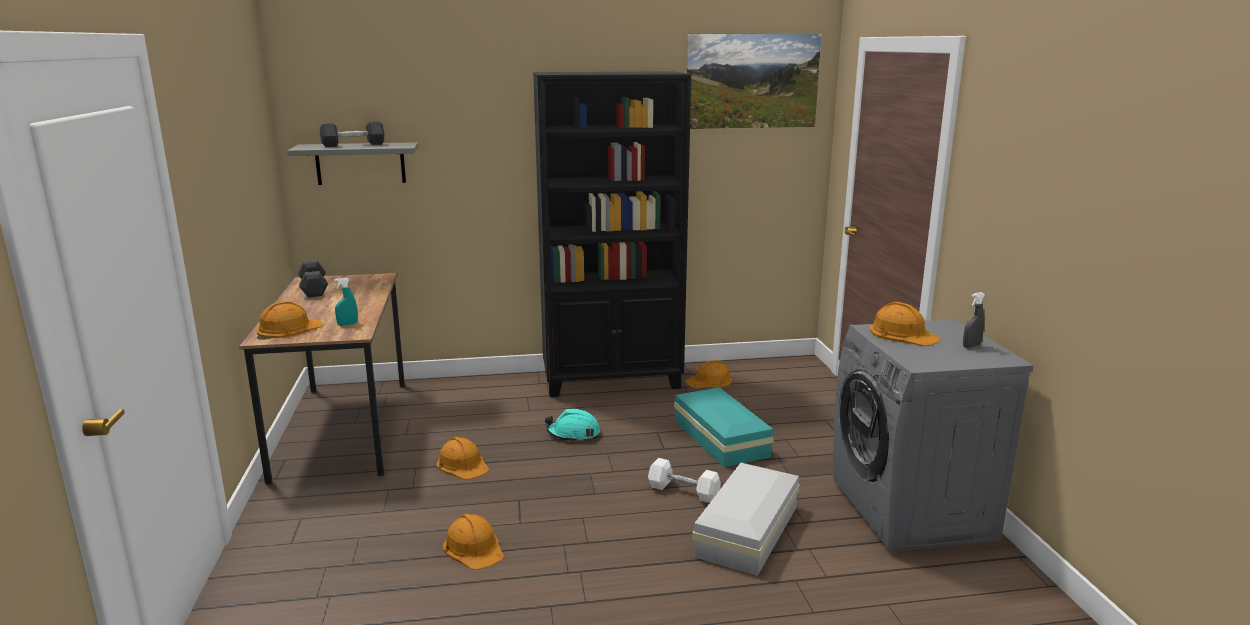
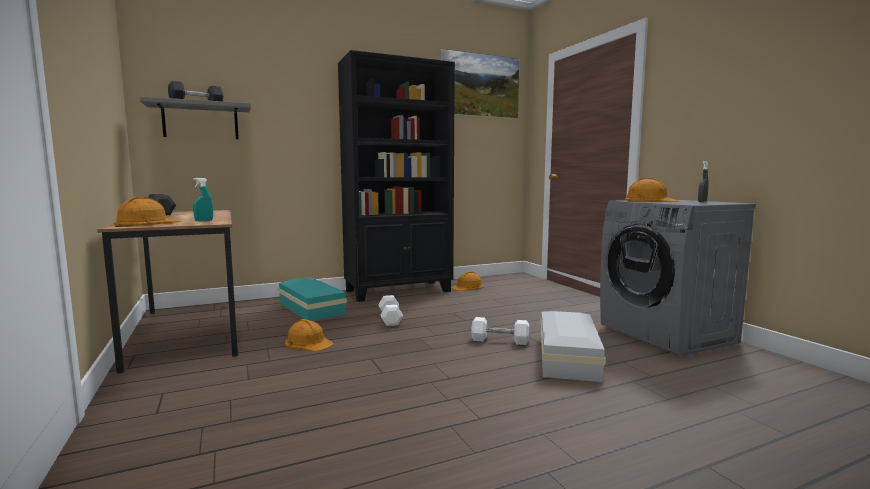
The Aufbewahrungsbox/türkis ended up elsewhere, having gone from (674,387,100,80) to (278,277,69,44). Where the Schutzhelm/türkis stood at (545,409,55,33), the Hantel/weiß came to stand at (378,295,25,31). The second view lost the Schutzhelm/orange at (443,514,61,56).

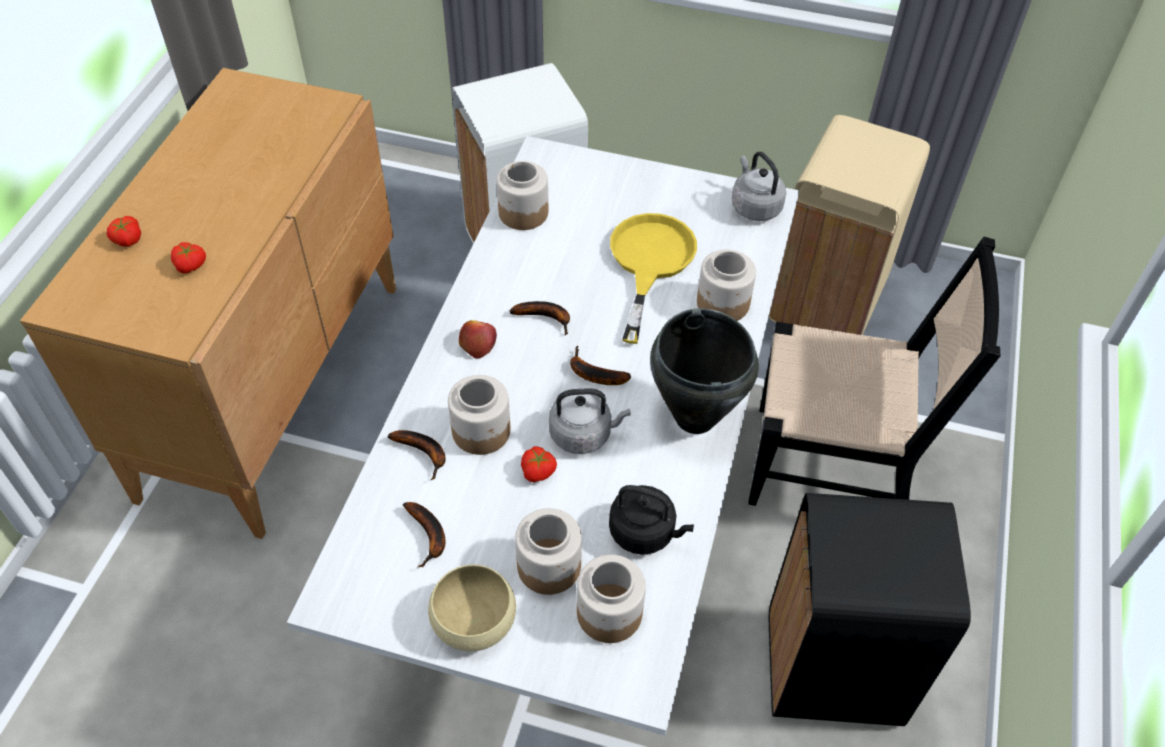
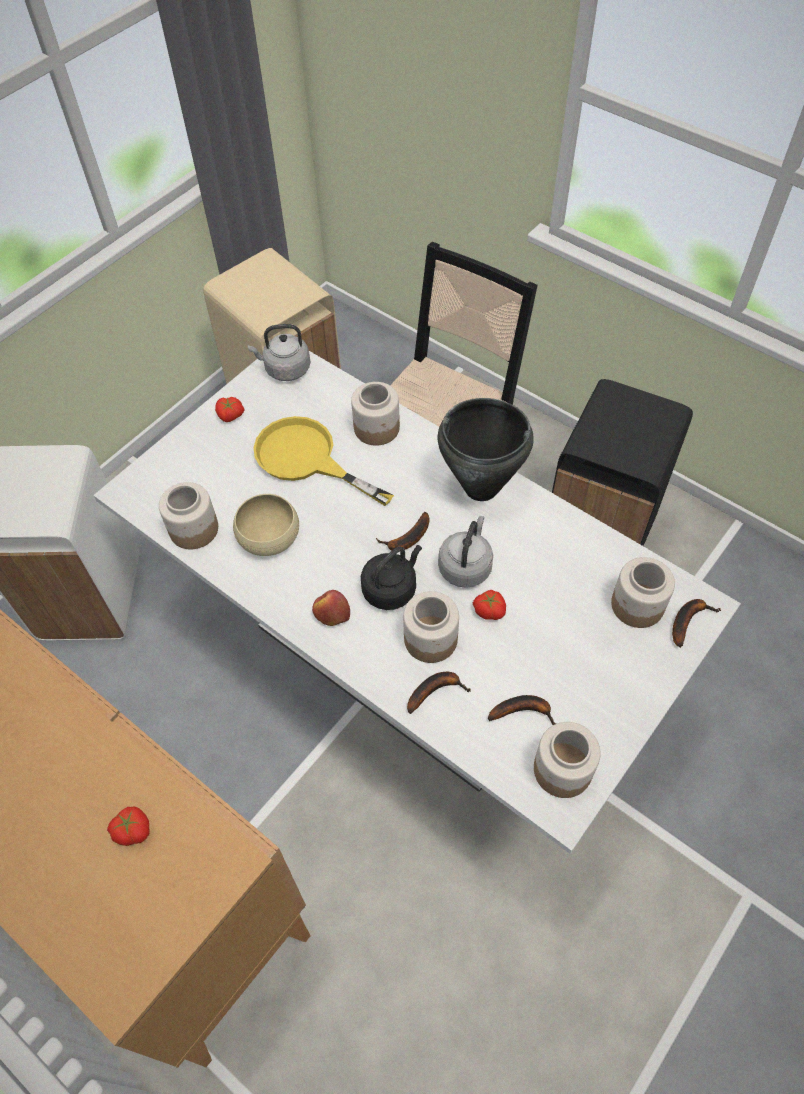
The Tomate ended up elsewhere, having gone from (107,216,34,31) to (215,397,29,25). The Schüssel/beige ended up elsewhere, having gone from (428,564,88,87) to (233,494,66,62). The Wasserkessel/schwarz ended up elsewhere, having gone from (609,485,85,70) to (361,545,61,65). The Vorratsglas ended up elsewhere, having gone from (515,508,67,87) to (534,722,67,76). The Banane ended up elsewhere, having gone from (510,301,60,34) to (672,599,49,49).

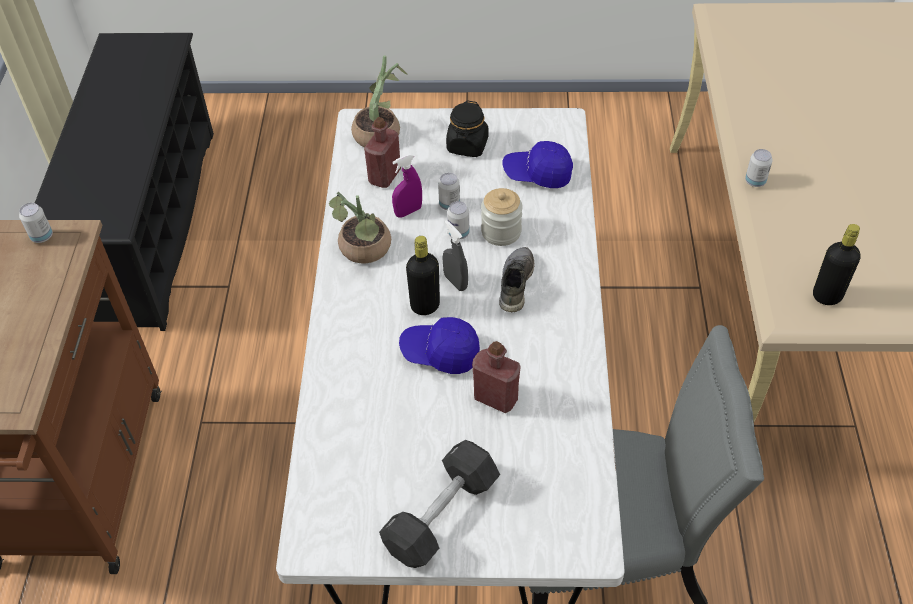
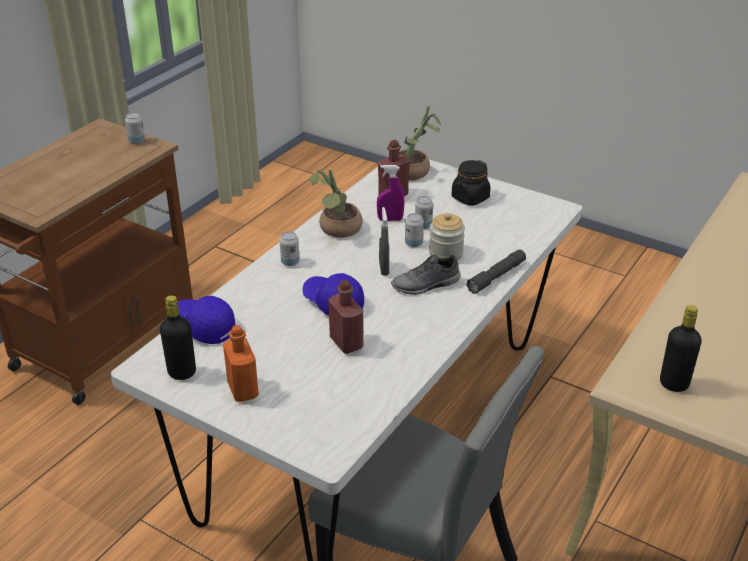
The Flasche/schwarz ended up elsewhere, having gone from (406,236,34,79) to (160,295,36,85). The Kappe/blau ended up elsewhere, having gone from (502,141,71,47) to (178,296,58,48). Where the Hantel/schwarz stood at (379,440,121,128), the Flasche/orange came to stand at (223,325,36,77). The Dose ended up elsewhere, having gone from (745,149,28,38) to (280,231,20,35). The Schuh/grau at (499,247,35,65) ended up facing another way, 150 degrees counterclockwise from before. The second view gained the Taschenlampe/grau at (466,250,60,44). The second view lost the Schuhregal/schwarz at (35,33,179,298).

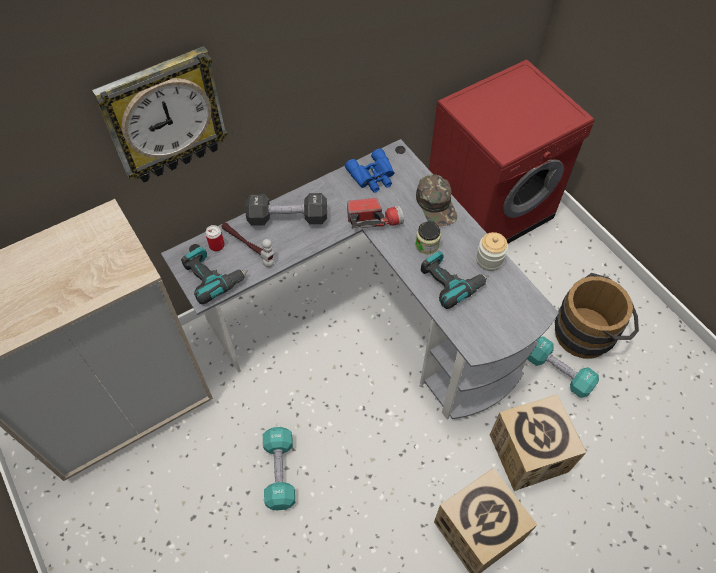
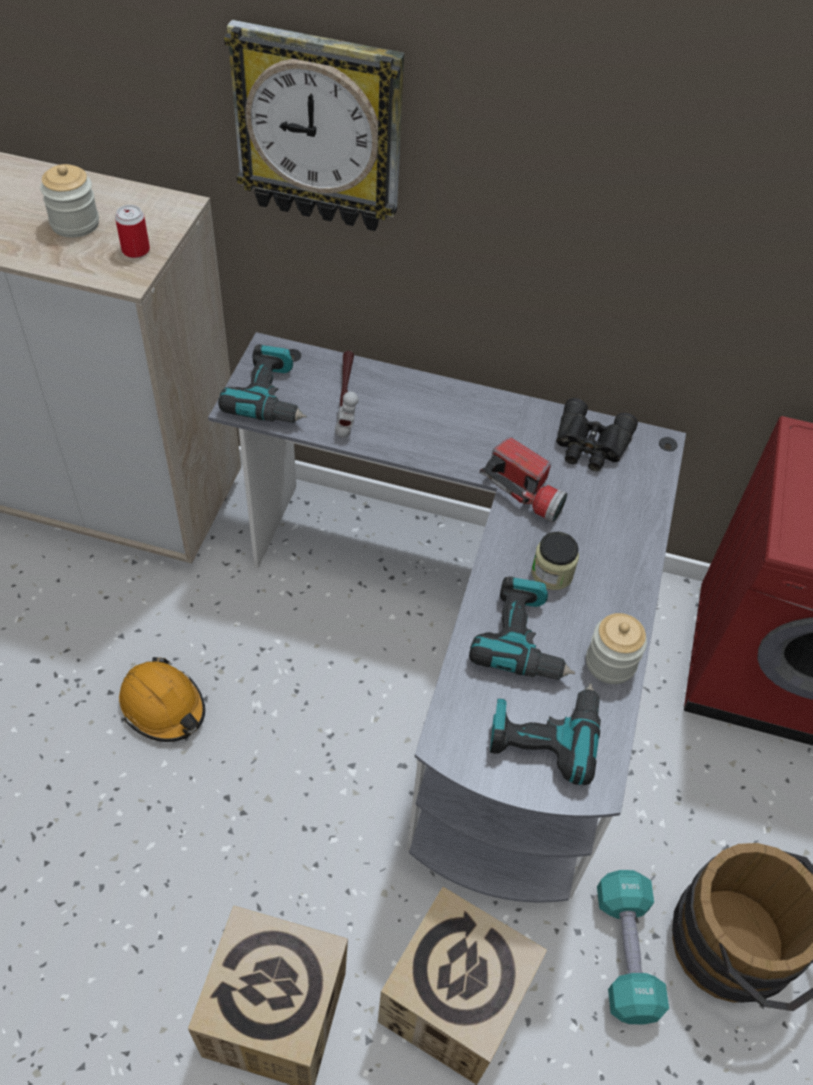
The second view gained the Vorratsglas at (40,164,59,74). The Dose ended up elsewhere, having gone from (205,225,20,26) to (115,205,35,53). Where the Hantel/türkis stood at (263,427,32,83), the Schutzhelm/orange came to stand at (119,657,86,85). The second view gained the Bohrmaschine at (490,683,111,102). What was the Fernglas/blau at (345,148,50,45) turned into the Fernglas/schwarz at (556,398,82,74). The second view lost the Hantel/schwarz at (245,193,82,33). The second view lost the Kappe/grün at (416,174,41,53).

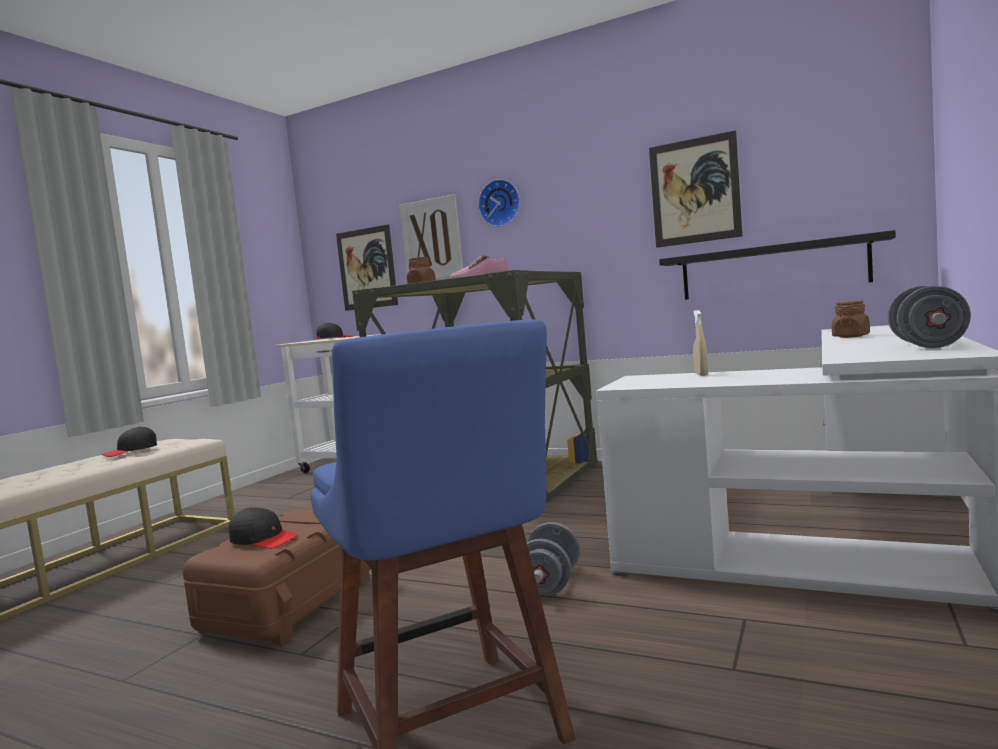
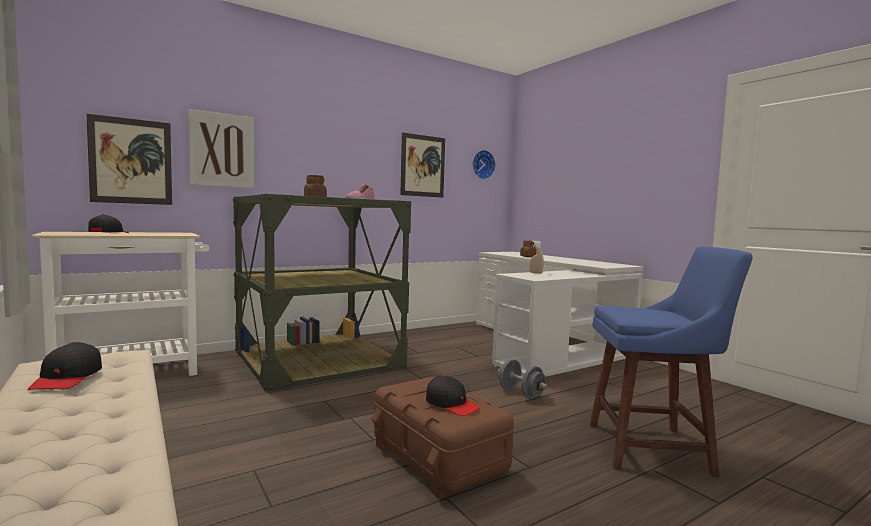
The Kappe/schwarz at (229,507,69,41) ended up facing another way, 75 degrees clockwise from before. The Wanduhr ended up elsewhere, having gone from (478,179,42,48) to (473,150,22,29). The second view lost the Wandregal/schwarz at (659,230,237,70). The second view lost the Hantel/grau at (887,286,84,62).

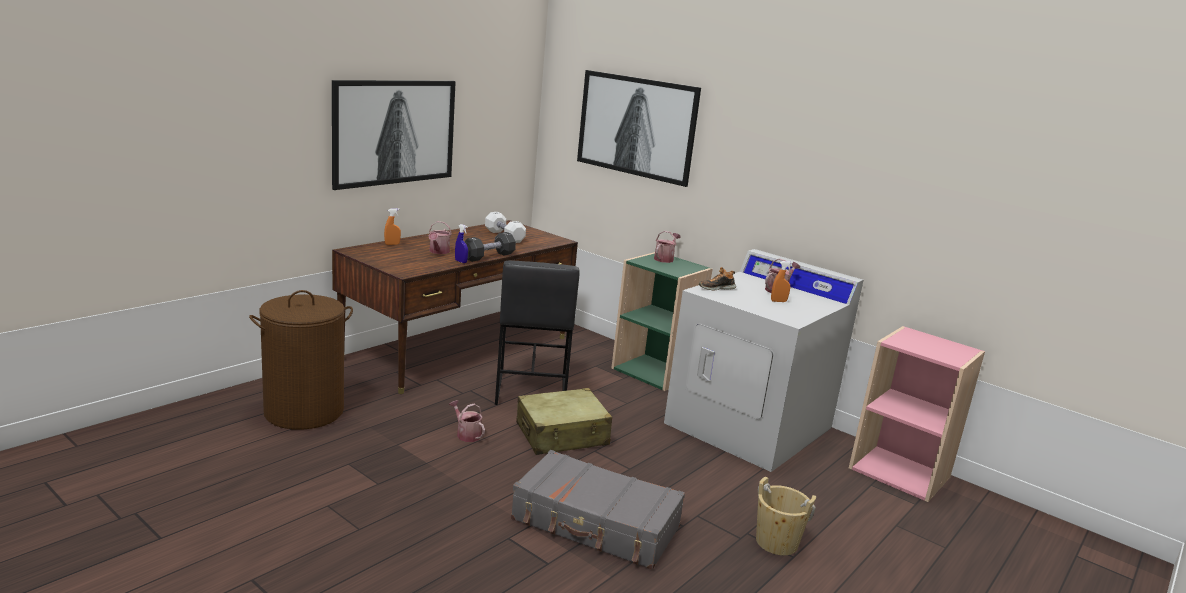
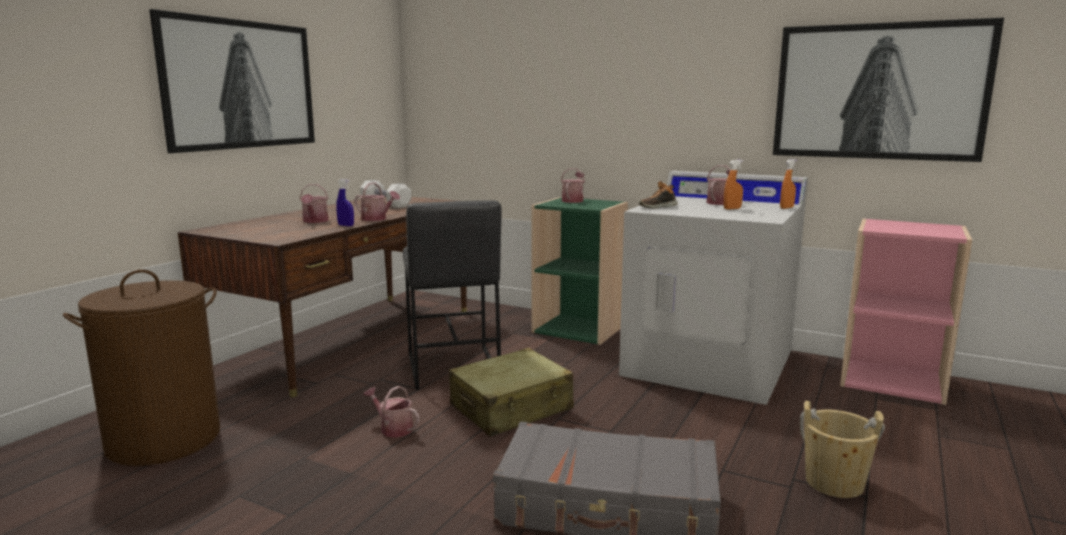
Where the Hantel/schwarz stood at (464,232,52,30), the Gießkanne came to stand at (354,183,46,38). The Bild ended up elsewhere, having gone from (577,70,124,117) to (773,18,231,144). The Sprühflasche/orange ended up elsewhere, having gone from (384,208,17,37) to (780,159,16,50).

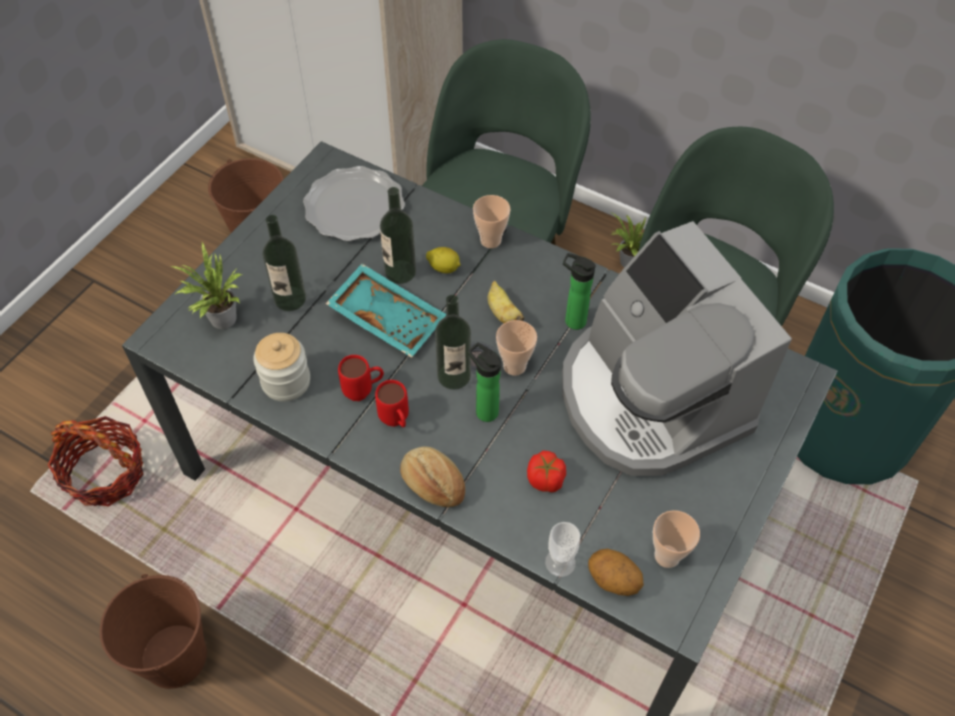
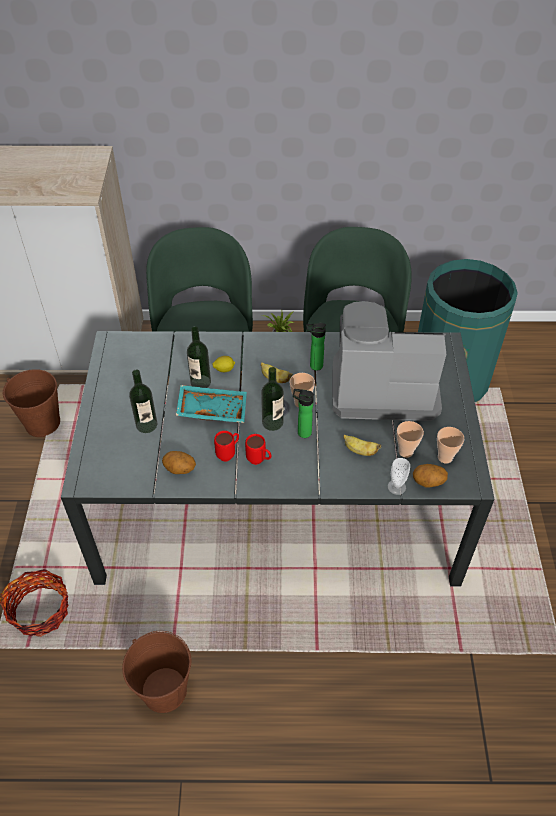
Where the Vorratsglas stood at (253,333,57,69), the Kartoffel came to stand at (162,451,34,23). The Kaffeemaschine at (562,221,230,255) ended up facing another way, 150 degrees clockwise from before. Where the Tomate stood at (527,451,39,41), the Banane came to stand at (343,434,38,22). The Tasse ended up elsewhere, having gone from (473,195,37,53) to (397,421,27,37). The second view lost the Topfpflanze at (171,242,71,87). The second view lost the Teller at (303,166,102,75). The second view lost the Brot at (400,447,65,60).

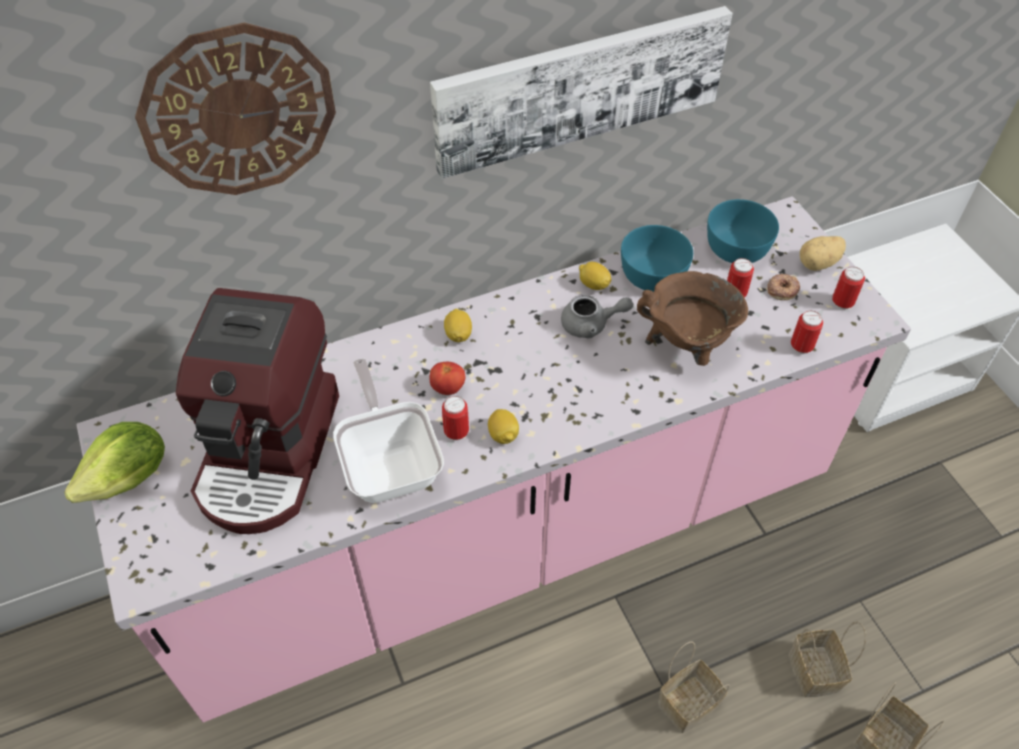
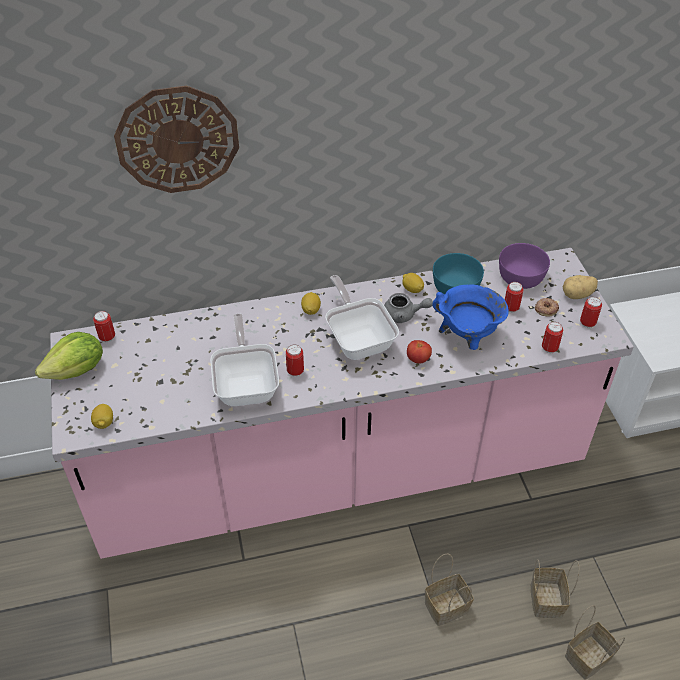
The Zitrone ended up elsewhere, having gone from (488,409,31,35) to (91,404,22,25). The second view gained the Dose at (93,311,22,31). The second view gained the Pfanne at (325,275,74,85). The Tomate ended up elsewhere, having gone from (430,362,35,33) to (407,340,25,23). What was the Kochtopf/braun at (637,271,111,95) turned into the Kochtopf/blau at (432,284,77,66). What was the Schüssel/türkis at (707,199,72,64) turned into the Schüssel/lila at (499,243,51,46). The second view lost the Kaffeemaschine at (176,288,163,246). The second view lost the Bild at (430,6,303,173).

